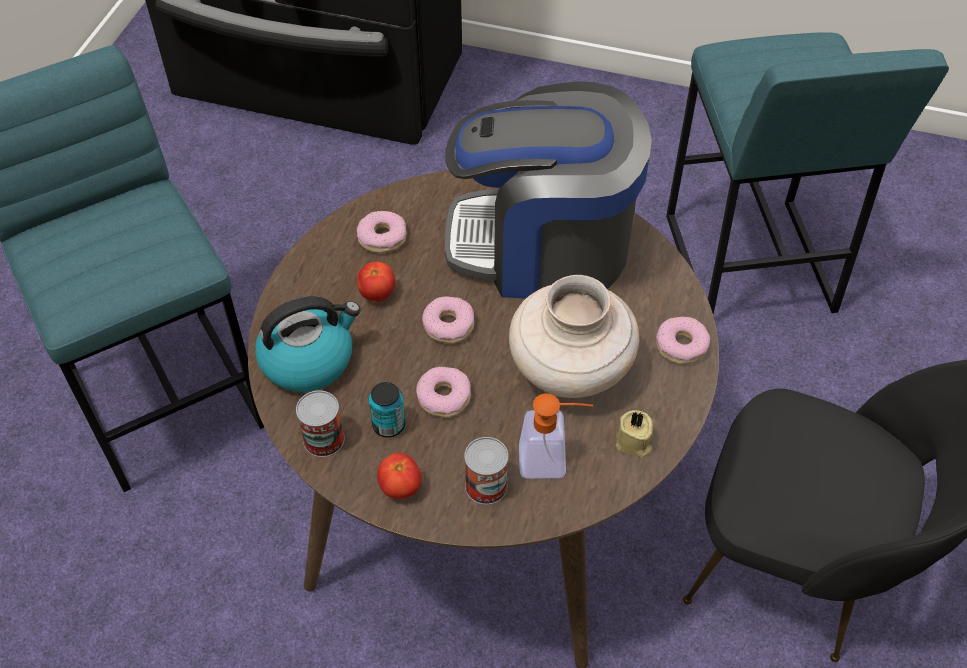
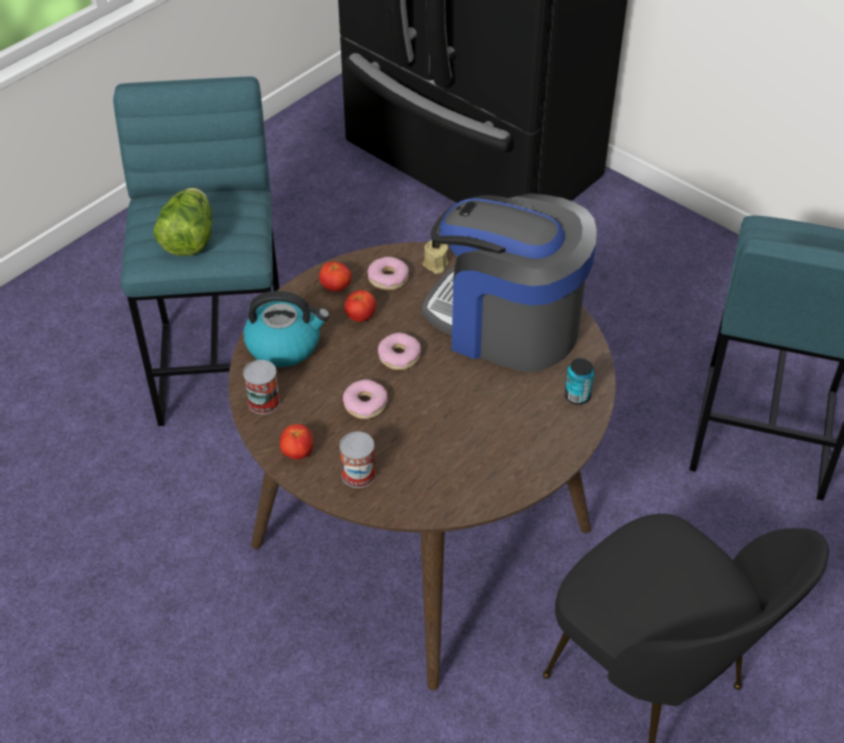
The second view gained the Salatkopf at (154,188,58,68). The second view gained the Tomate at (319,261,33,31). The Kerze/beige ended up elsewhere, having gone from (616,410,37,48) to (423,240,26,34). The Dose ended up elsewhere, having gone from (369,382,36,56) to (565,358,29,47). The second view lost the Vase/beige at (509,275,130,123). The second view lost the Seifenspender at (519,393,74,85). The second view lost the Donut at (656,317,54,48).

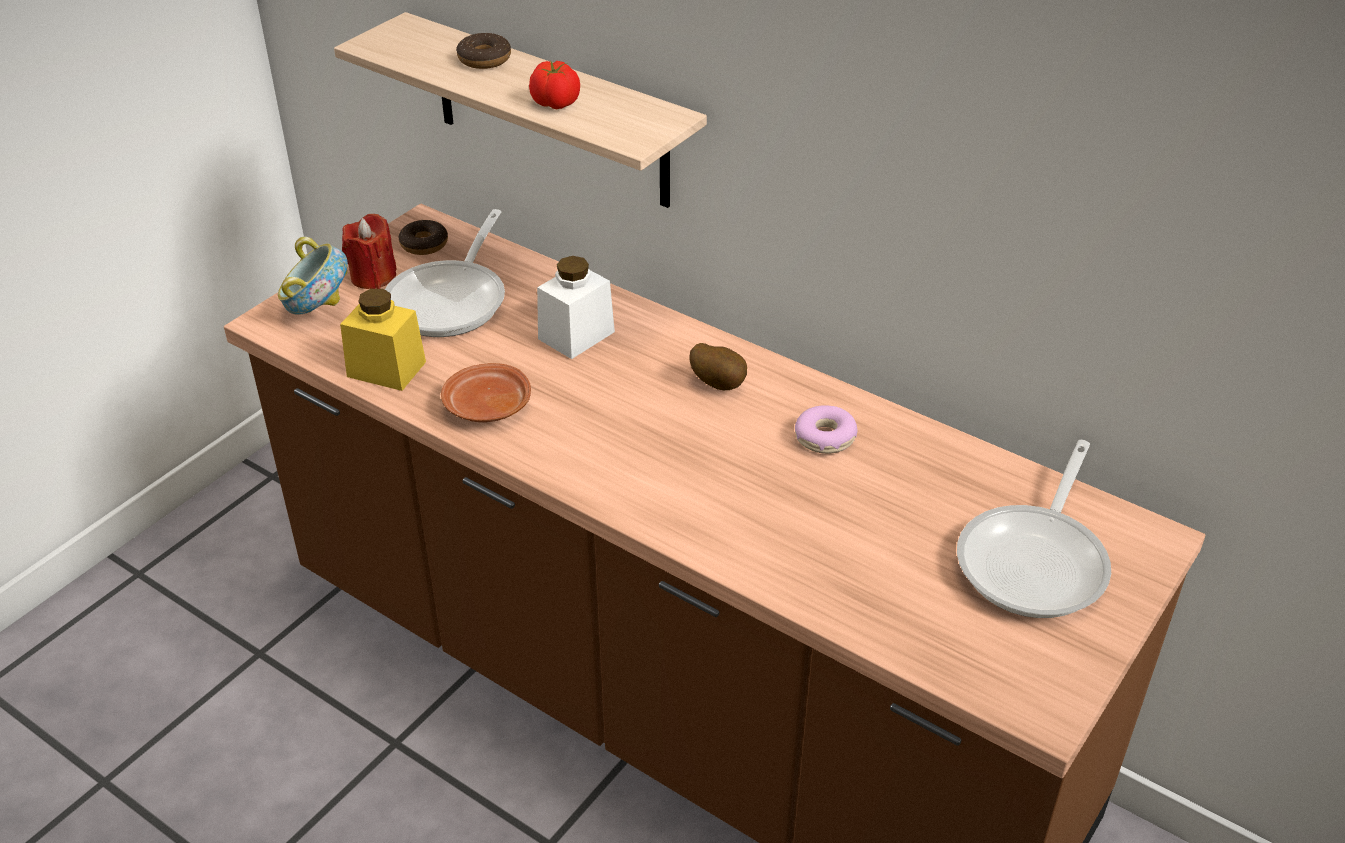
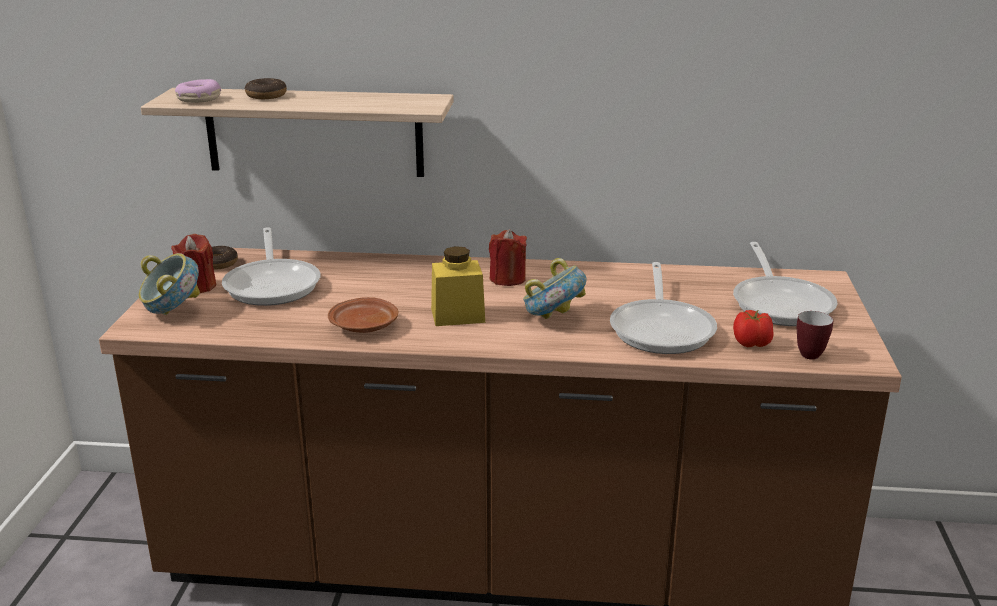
The Donut ended up elsewhere, having gone from (795,405,62,49) to (175,79,46,24). The Vorratsglas/gelb ended up elsewhere, having gone from (340,289,86,102) to (431,246,54,80). Where the Kartoffel stood at (689,343,58,47), the Kerze/rot came to stand at (489,229,38,57). The second view gained the Schüssel at (523,258,64,61). The second view gained the Pfanne at (610,262,107,92). The Tomate ended up elsewhere, having gone from (529,61,51,48) to (733,310,41,37). The second view gained the Henkelbecher at (797,311,36,49). The second view lost the Vorratsglas/weiß at (537,256,78,103).

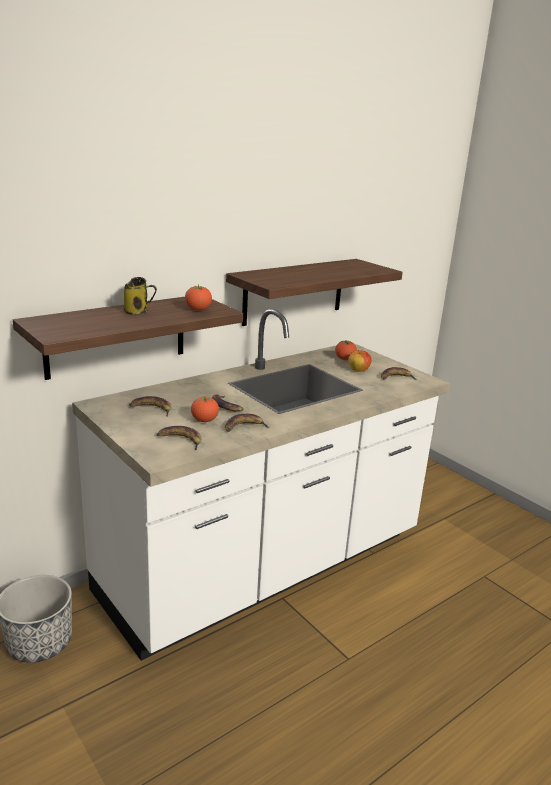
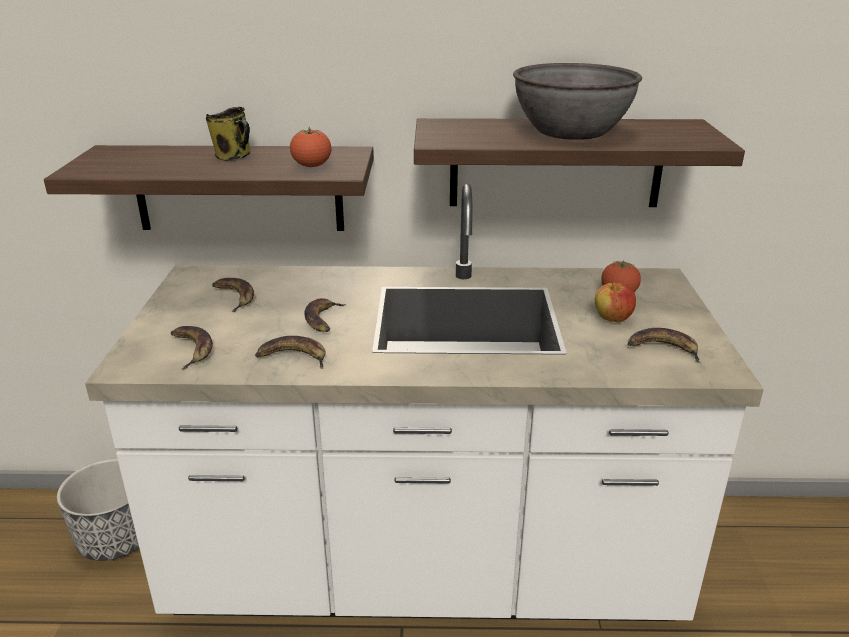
The second view gained the Schüssel/grau at (513,63,129,77). The second view lost the Tomate at (191,396,28,26).

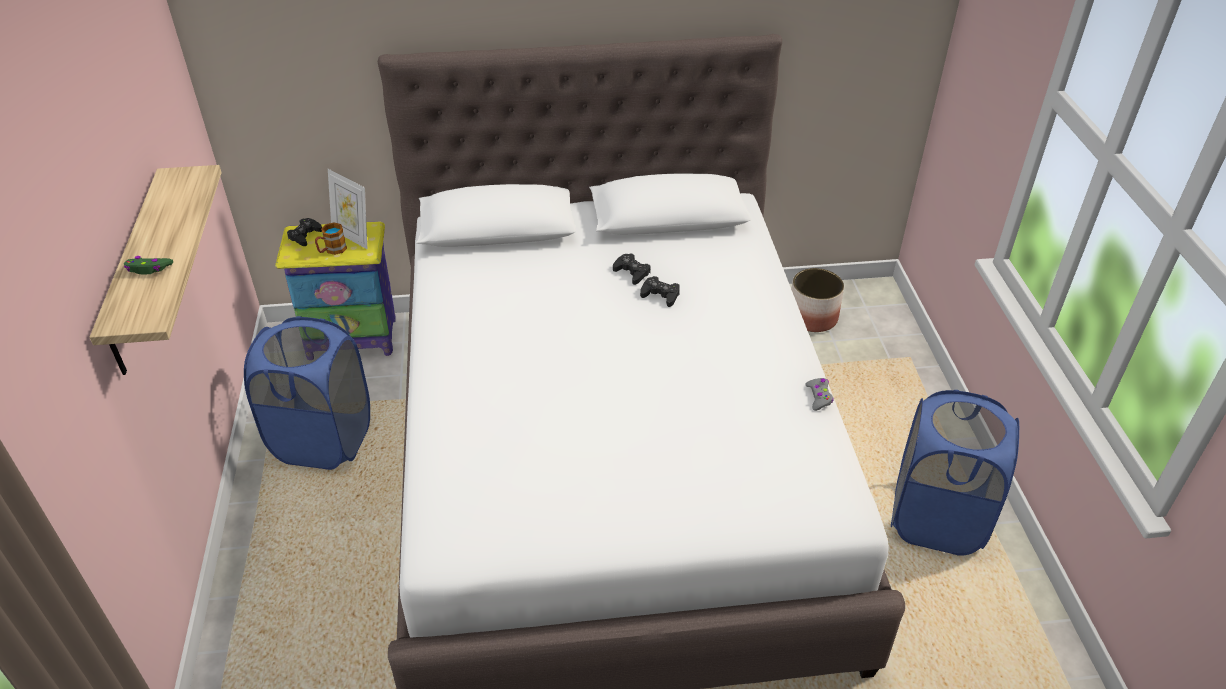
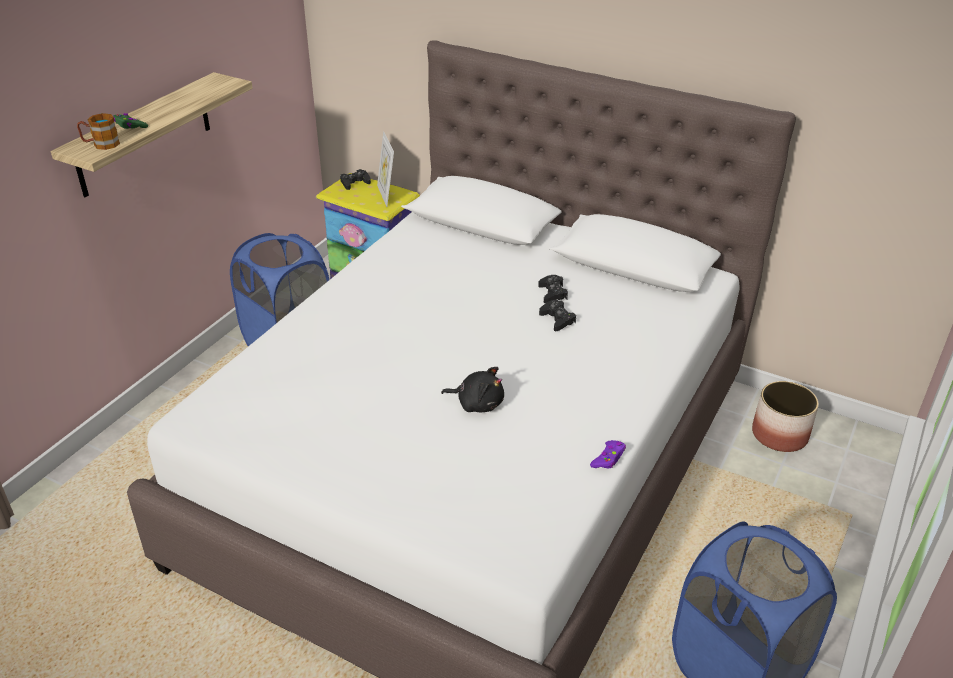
The Henkelbecher ended up elsewhere, having gone from (315,223,32,32) to (77,113,43,37). The second view gained the Plüschtier/schwarz at (441,367,63,45). What was the Gamepad/grau at (805,378,29,33) turned into the Gamepad/lila at (590,440,36,28).

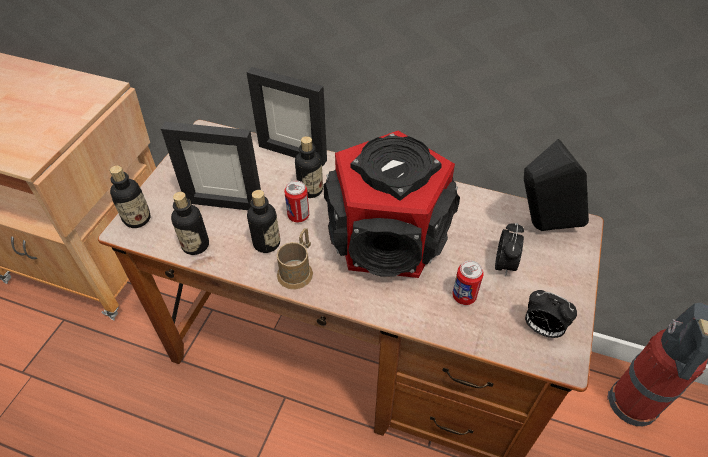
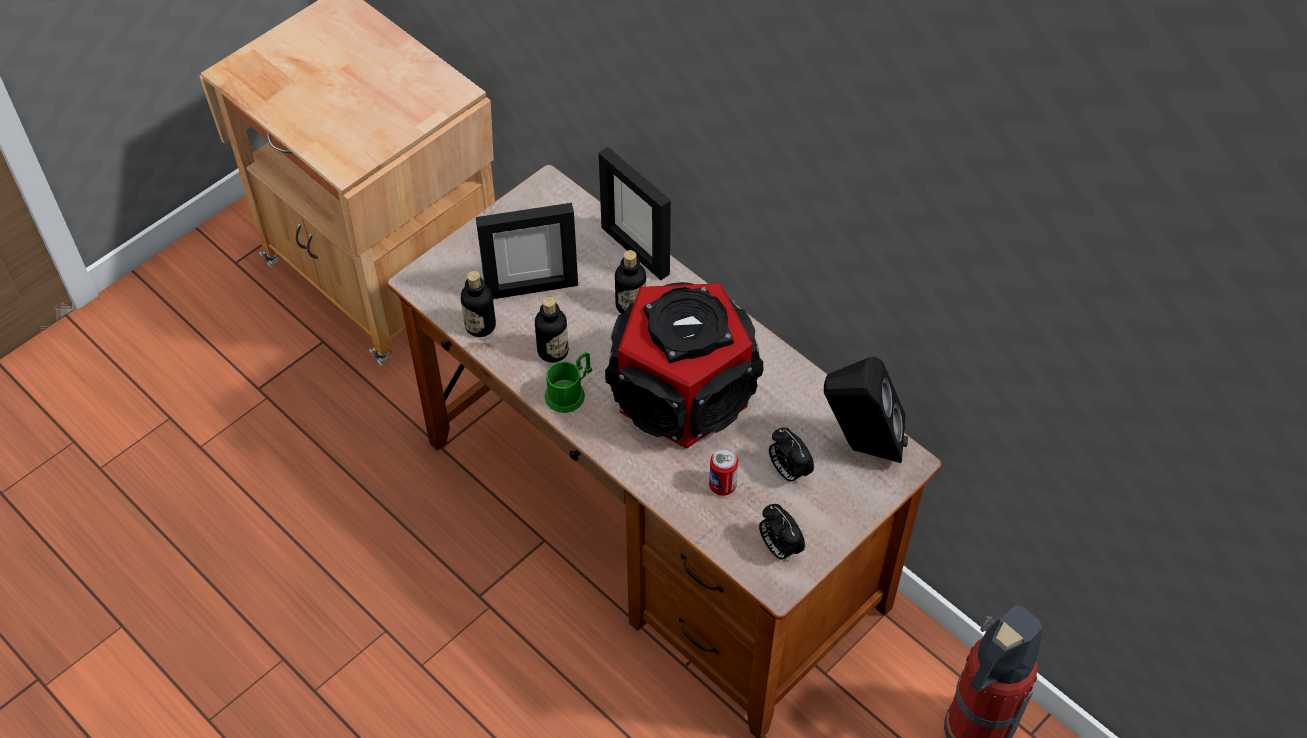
The Bilderrahmen at (161,122,100,88) ended up facing another way, 45 degrees counterclockwise from before. What was the Henkelbecher/braun at (277,228,36,62) turned into the Henkelbecher/grün at (545,352,47,61). The Wecker at (495,223,29,53) ended up facing another way, 105 degrees clockwise from before. The second view lost the Flasche at (110,166,40,62). The second view lost the Dose at (284,181,25,41).

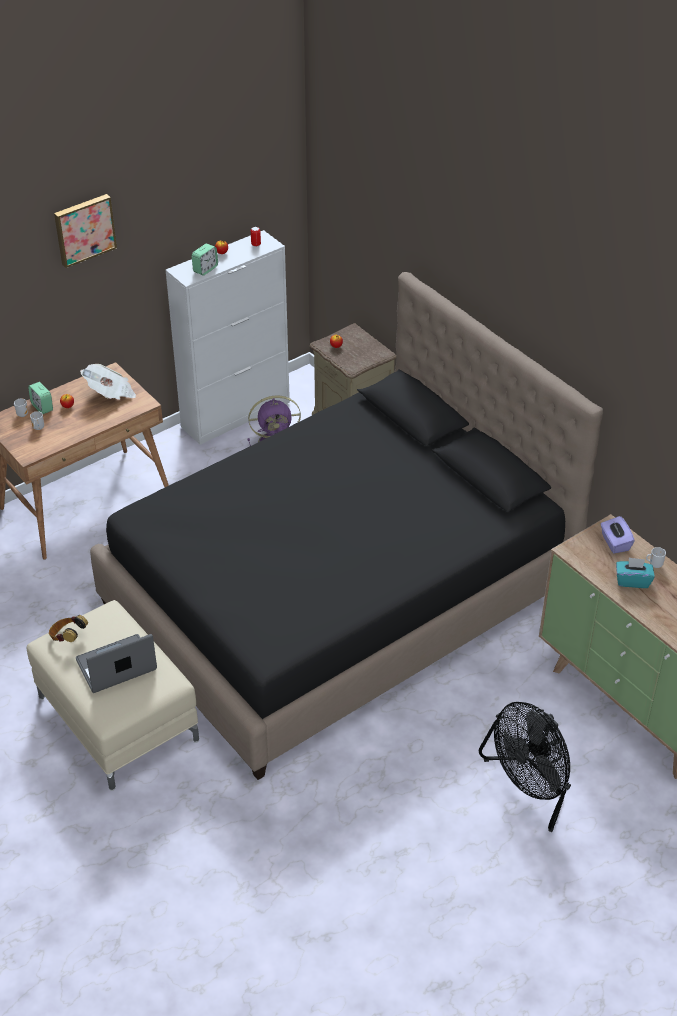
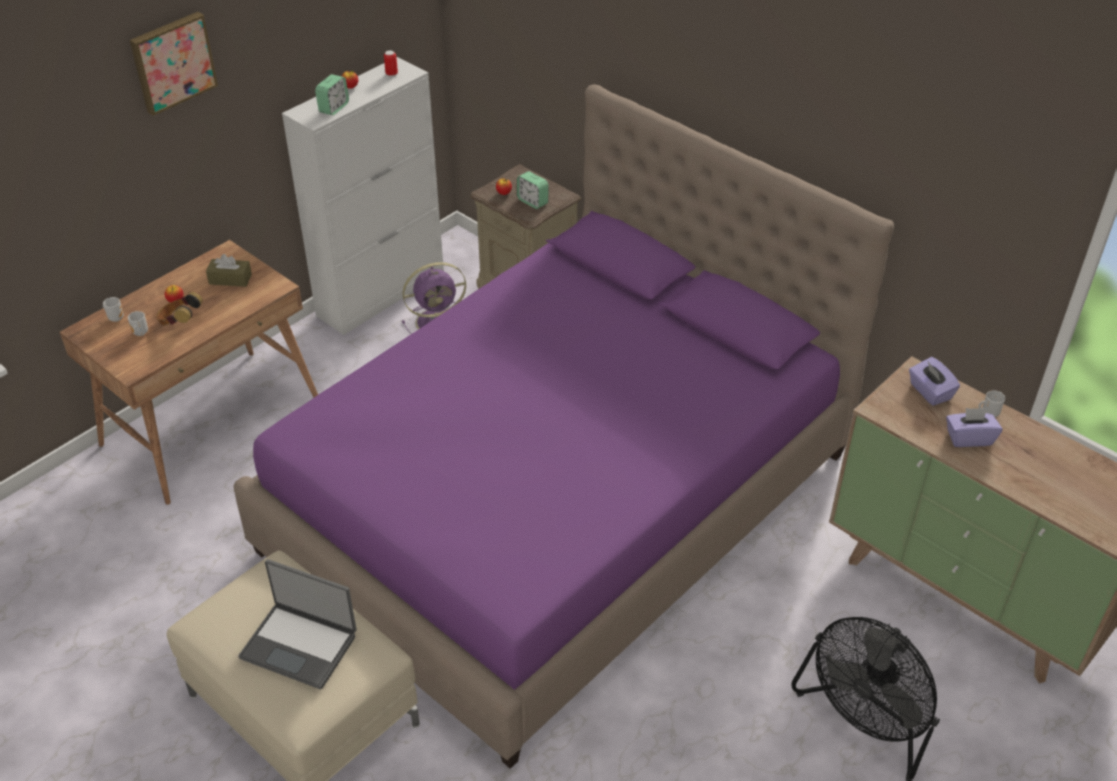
The Kopfhörer ended up elsewhere, having gone from (49,615,39,27) to (156,292,47,34). Where the Zeitung stood at (80,364,57,36), the Taschentuchbox/braun came to stand at (206,254,46,33). What was the Bett/schwarz at (90,272,513,508) turned into the Bett/lila at (233,84,661,685). The Laptop at (76,634,81,59) ended up facing another way, 120 degrees counterclockwise from before. The Wecker ended up elsewhere, having gone from (28,382,25,32) to (517,171,32,38). What was the Taschentuchbox/türkis at (616,557,39,31) turned into the Taschentuchbox/lila at (946,408,57,39).

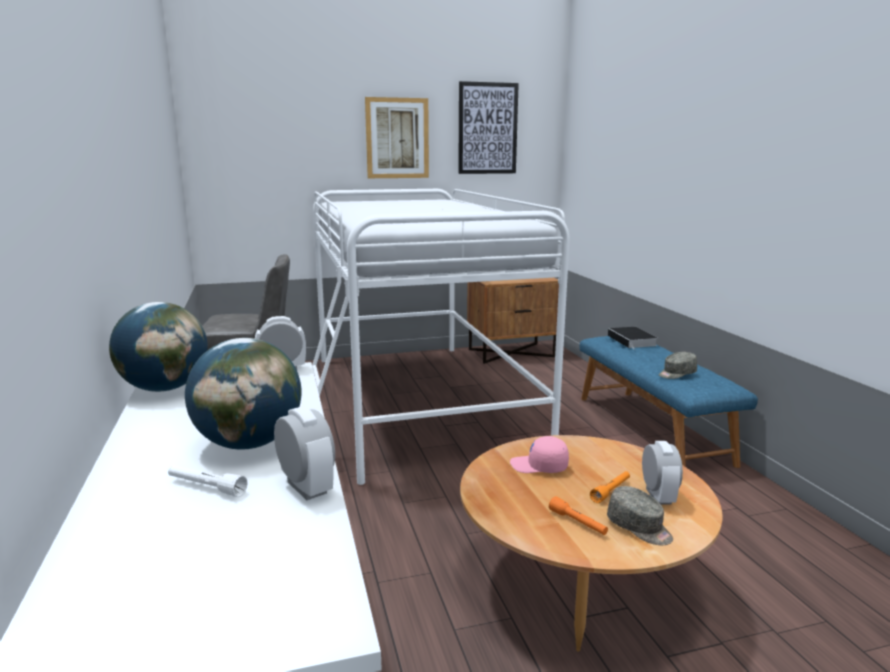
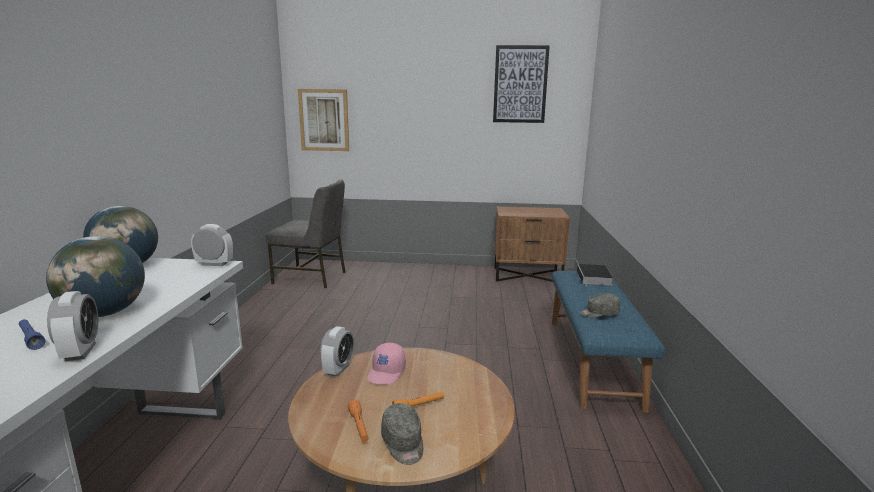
What was the Taschenlampe/weiß at (168,465,79,32) turned into the Taschenlampe/blau at (19,320,27,30). The Bild ended up elsewhere, having gone from (365,97,64,81) to (298,89,51,62). The Wecker ended up elsewhere, having gone from (642,441,41,64) to (320,326,34,51). The Kappe/rosa at (510,436,59,37) ended up facing another way, 105 degrees counterclockwise from before. The second view lost the Bett/weiß at (312,189,257,296).

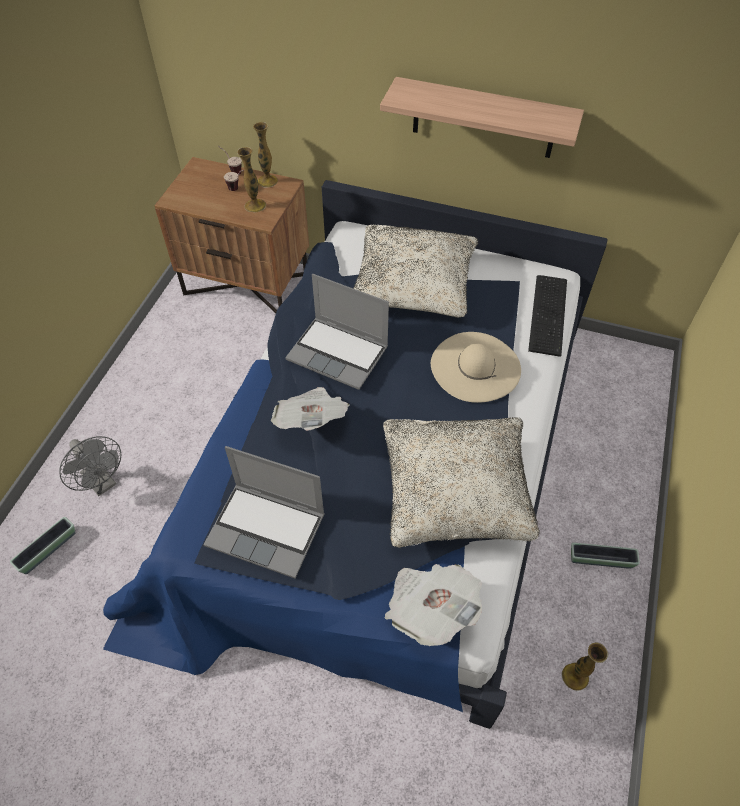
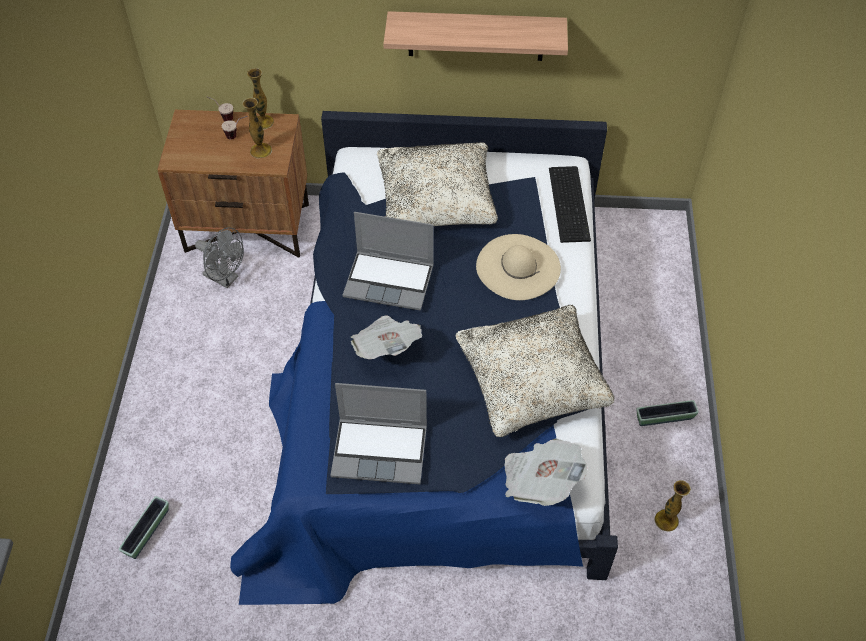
The Ventilator/grau ended up elsewhere, having gone from (59,436,62,60) to (195,227,49,61).

